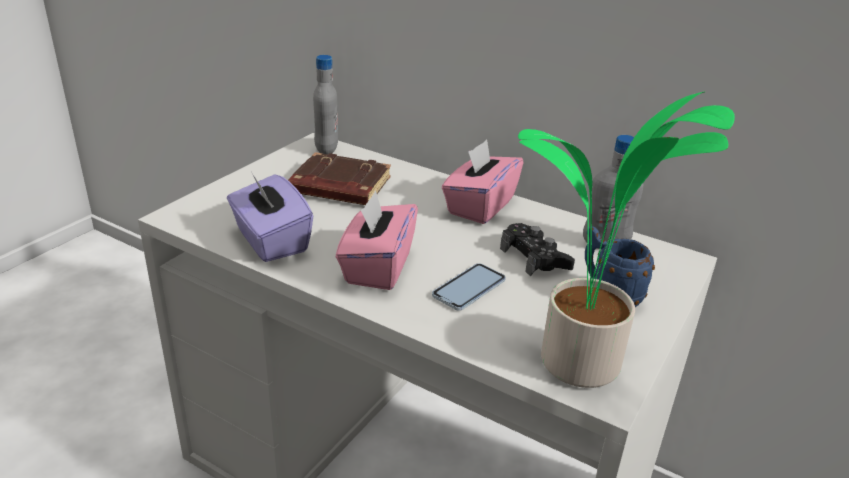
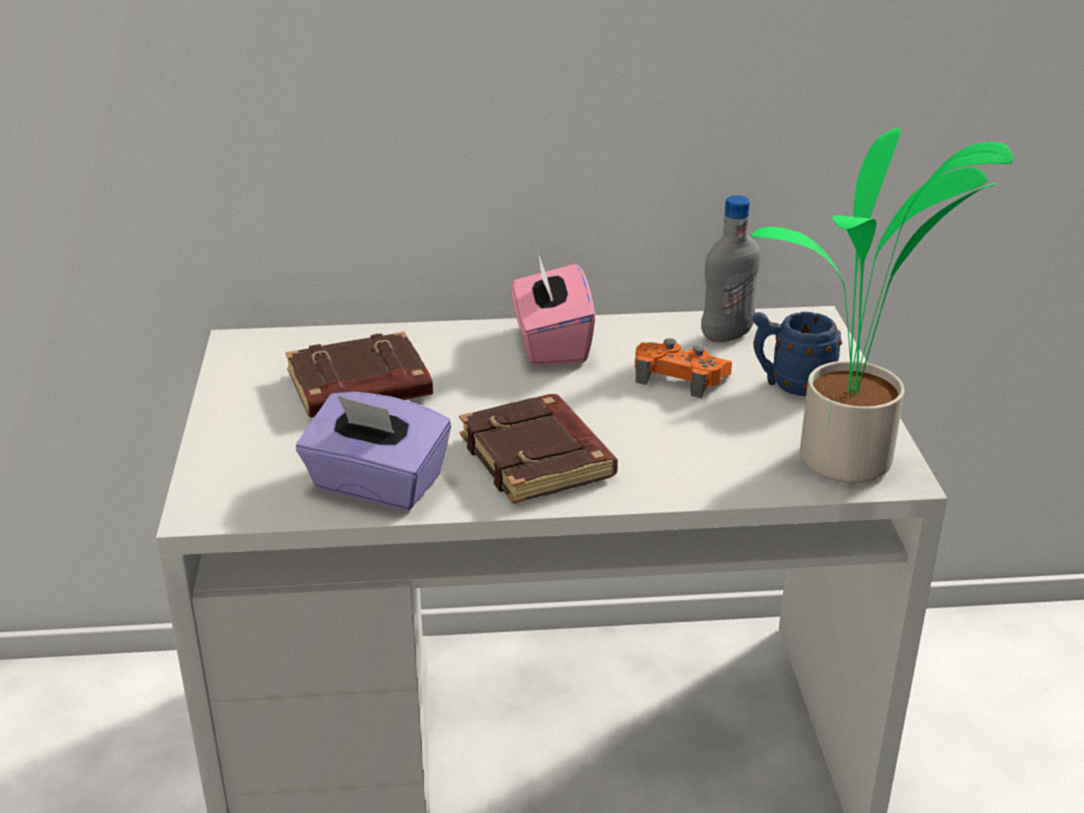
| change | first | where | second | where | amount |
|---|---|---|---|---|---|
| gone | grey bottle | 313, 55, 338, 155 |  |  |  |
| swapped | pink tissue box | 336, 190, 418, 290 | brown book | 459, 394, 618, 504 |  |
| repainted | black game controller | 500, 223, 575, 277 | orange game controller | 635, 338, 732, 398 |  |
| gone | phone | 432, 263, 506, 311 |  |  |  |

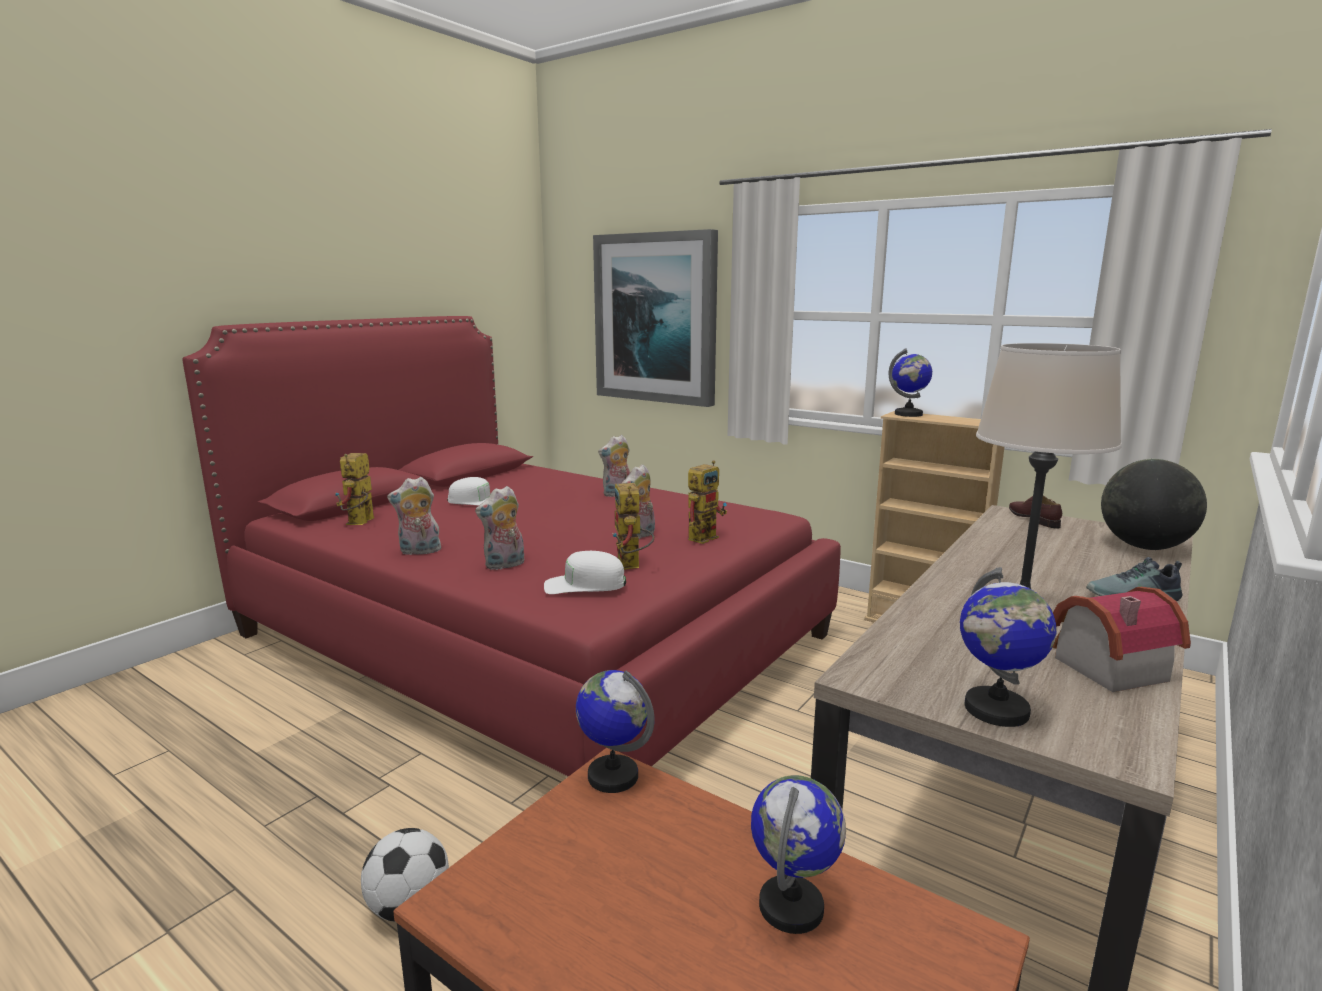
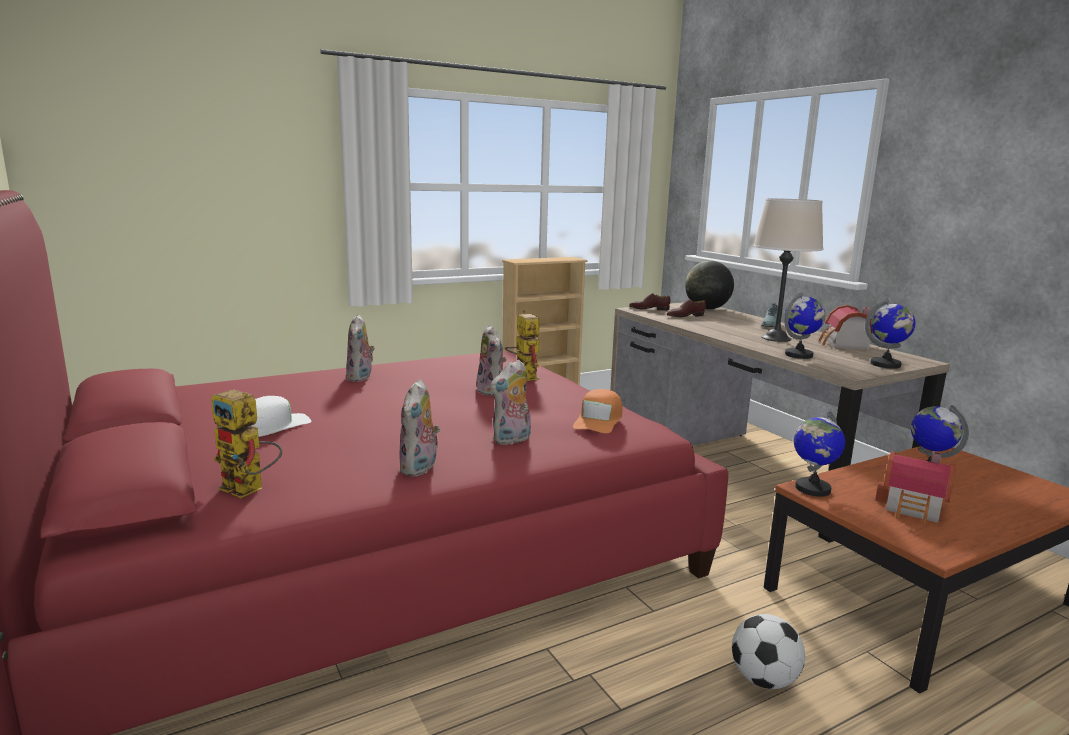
| change | first | where | second | where | amount |
|---|---|---|---|---|---|
| gone | picture | 593, 229, 718, 407 |  |  |  |
| shifted | globe | 889, 348, 932, 417 |  | 785, 292, 825, 359 |  |
| gone | toy robot | 612, 483, 654, 570 |  |  |  |
| rotated | plush toy | 475, 486, 524, 570 |  | 491, 360, 531, 445 | 60 degrees clockwise |
| repainted | white cap | 544, 551, 626, 594 | orange cap | 573, 389, 622, 433 |  |
| new |  |  | brown shoe | 667, 299, 706, 317 |  |
| new |  |  | toy house | 875, 451, 956, 525 |  |

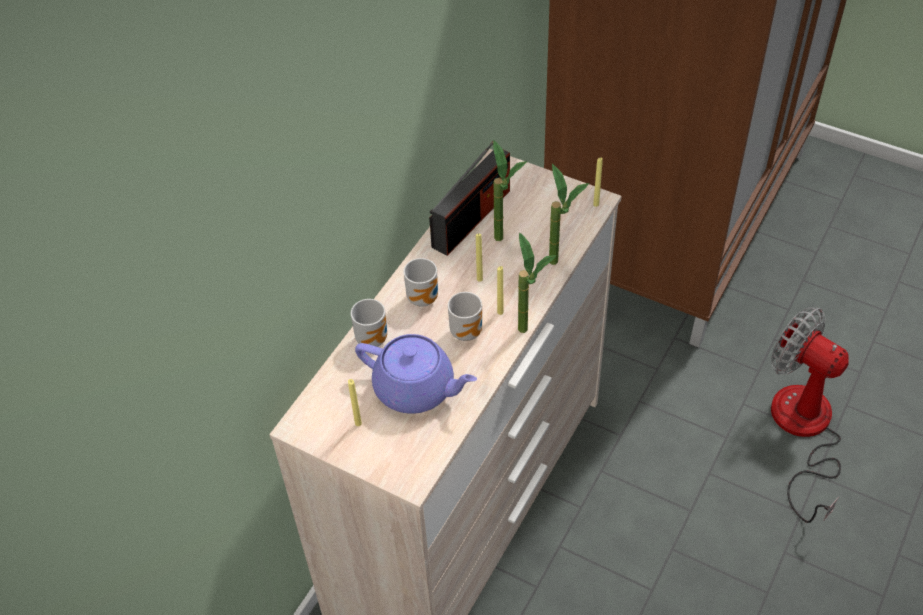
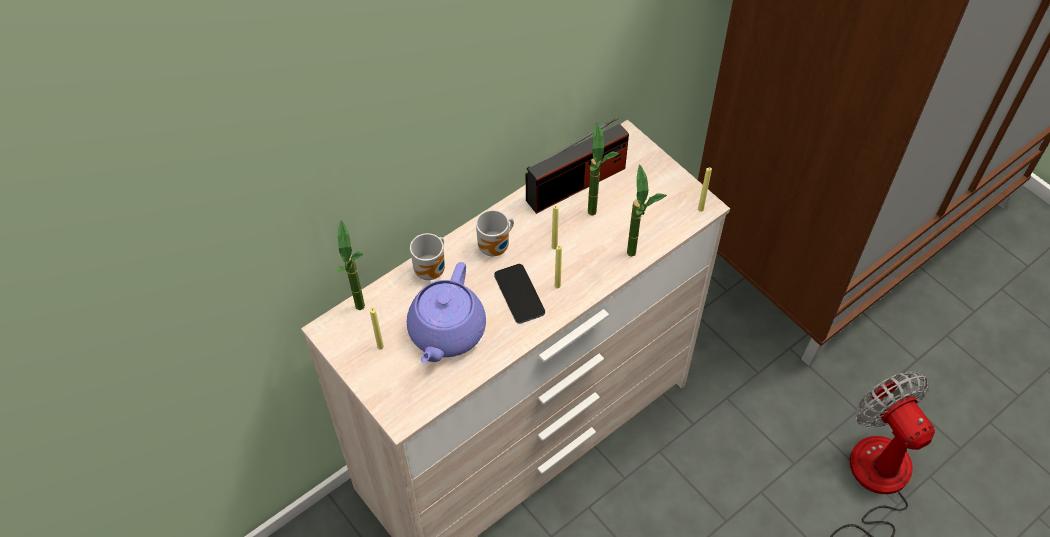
| change | first | where | second | where | amount |
|---|---|---|---|---|---|
| shifted | potted plant | 518, 232, 557, 333 |  | 337, 220, 365, 310 |  |
| swapped | mug | 448, 292, 482, 341 | phone | 494, 264, 545, 324 |  |
| rotated | purple teapot | 355, 334, 477, 414 |  | 407, 262, 486, 363 | 60 degrees clockwise |

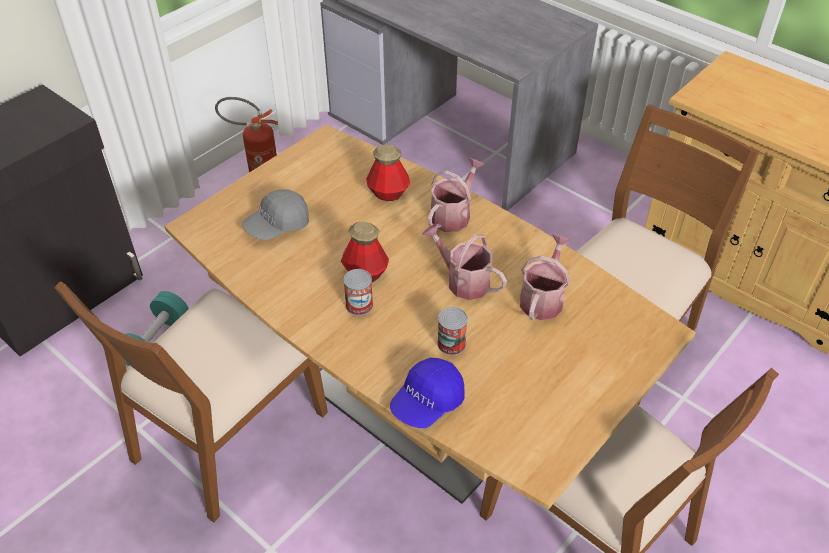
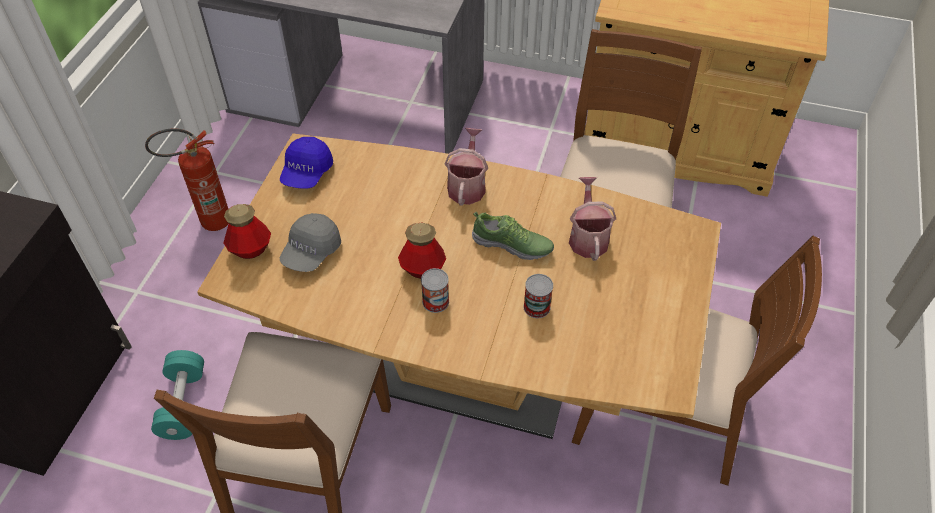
| change | first | where | second | where | amount |
|---|---|---|---|---|---|
| shifted | bottle | 366, 144, 410, 201 |  | 223, 204, 271, 259 |  |
| swapped | watering can | 422, 224, 507, 300 | shoe | 472, 211, 554, 260 |  |
| shifted | blue cap | 390, 358, 465, 428 |  | 280, 137, 333, 189 |  |

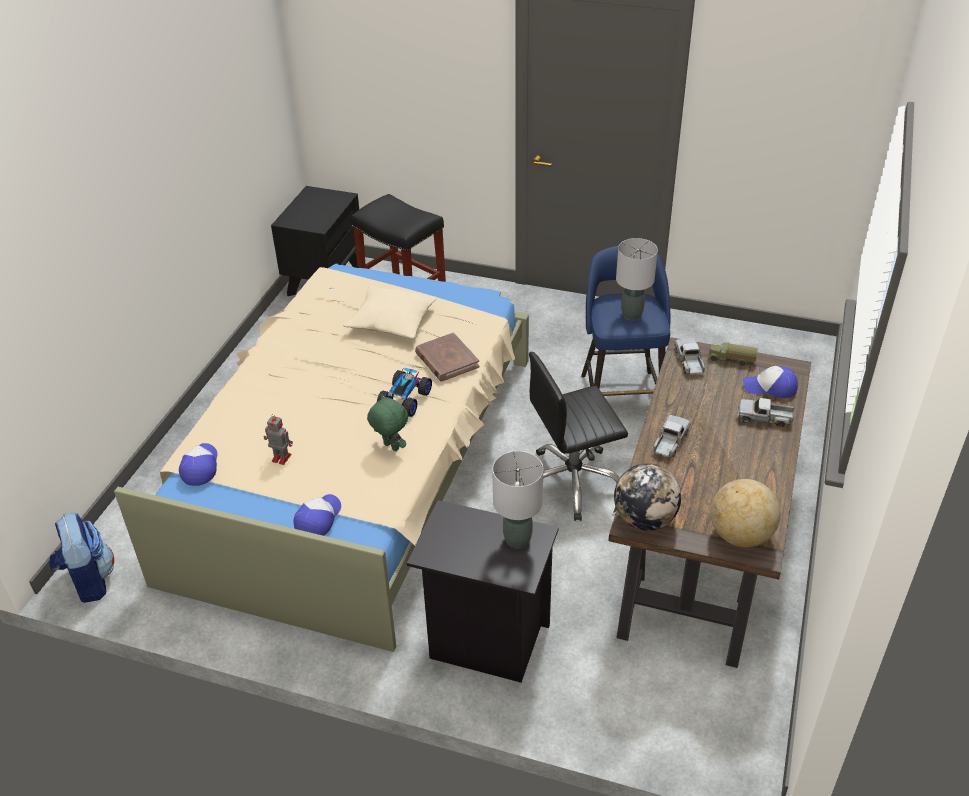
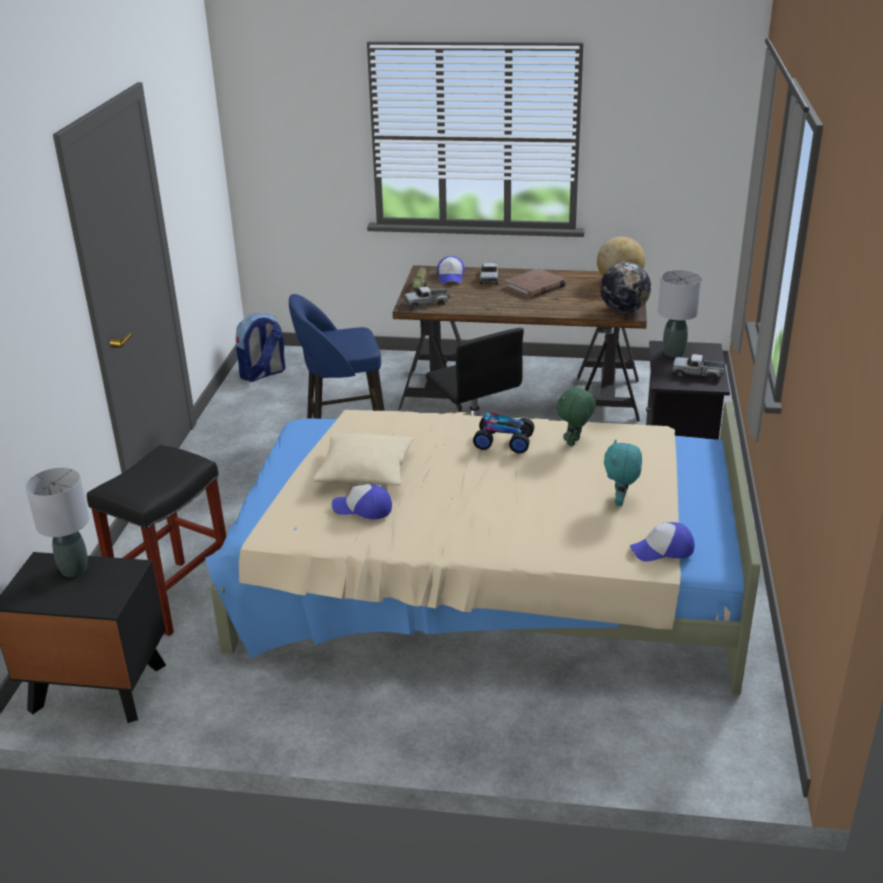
| change | first | where | second | where | amount |
|---|---|---|---|---|---|
| shifted | grey table lamp | 616, 238, 658, 320 |  | 25, 467, 89, 577 |  |
| shifted | brown book | 415, 333, 479, 382 |  | 505, 268, 566, 298 |  |
| swapped | toy robot | 263, 414, 293, 465 | turquoise plush toy | 604, 439, 642, 506 |  |
| shifted | toy truck | 654, 415, 691, 458 |  | 672, 354, 725, 380 |  |
| shifted | cap | 294, 494, 341, 536 |  | 332, 484, 392, 519 |  |
| shifted | backpack | 49, 512, 114, 603 |  | 236, 313, 285, 382 |  |

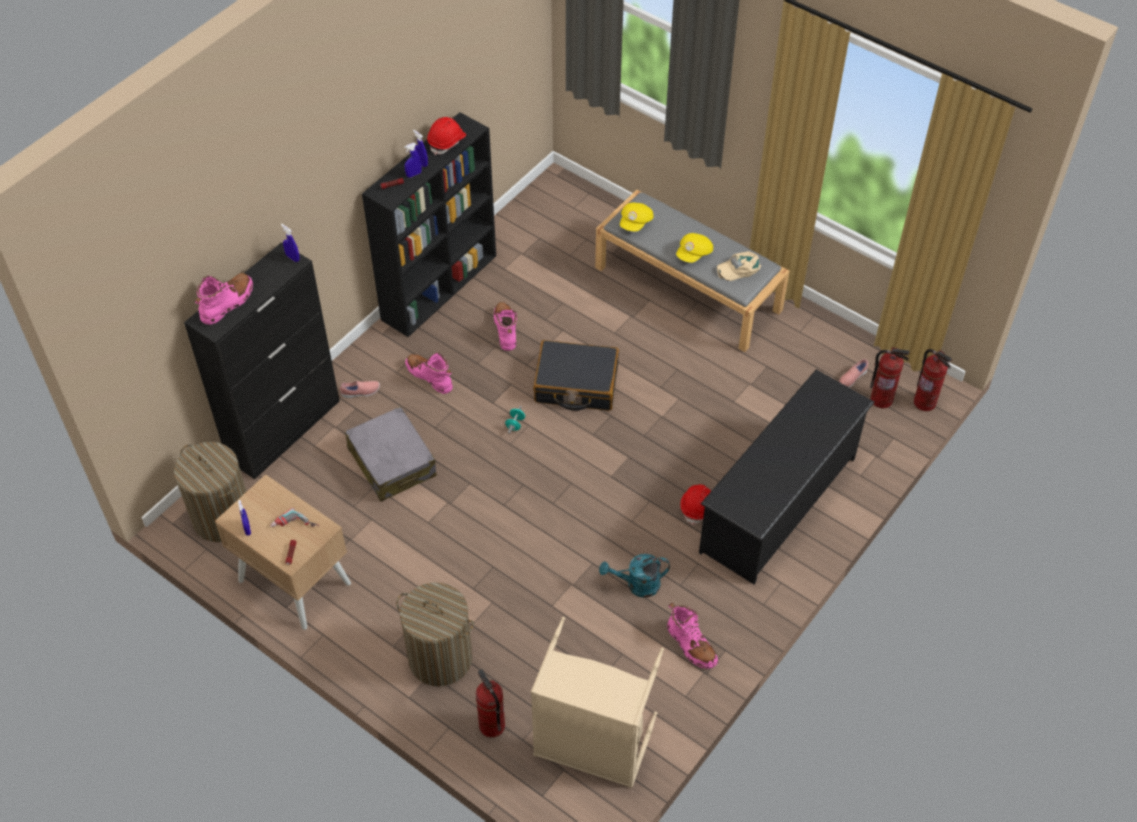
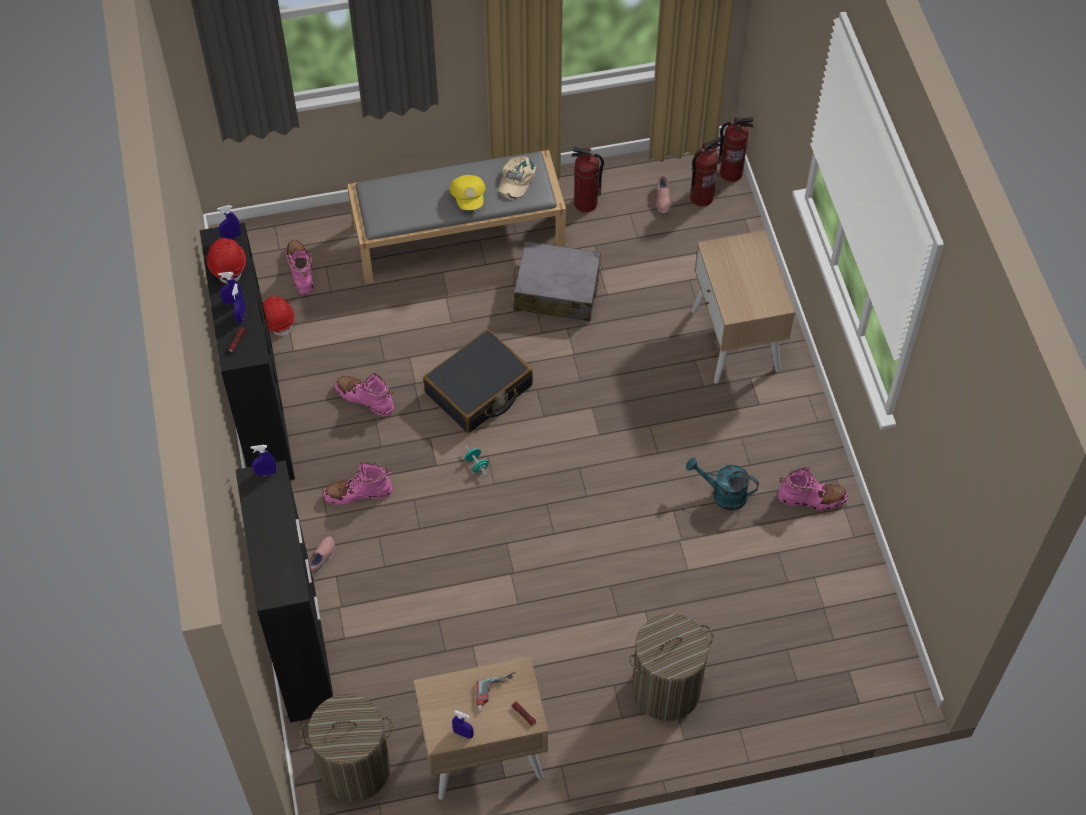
| change | first | where | second | where | amount |
|---|---|---|---|---|---|
| gone | yellow cap | 620, 203, 653, 231 |  |  |  |
| shifted | pink boot | 195, 273, 253, 325 |  | 286, 240, 314, 295 |  |
| swapped | black shoe rack | 699, 369, 875, 584 | beige nightstand | 691, 230, 795, 384 |  |
| shifted | grey suitcase | 345, 406, 437, 502 |  | 513, 241, 601, 321 |  |
| shifted | red hard hat | 680, 484, 711, 525 |  | 263, 296, 295, 336 |  |
| rotated | turquoise watering can | 599, 554, 670, 598 |  | 686, 457, 759, 510 | 75 degrees clockwise |
| gone | beige laundry basket | 531, 617, 664, 788 |  |  |  |
| shifted | fire extinguisher | 476, 669, 505, 737 |  | 571, 147, 604, 212 |  |
| new |  |  | blue spray bottle | 217, 205, 241, 239 |  |

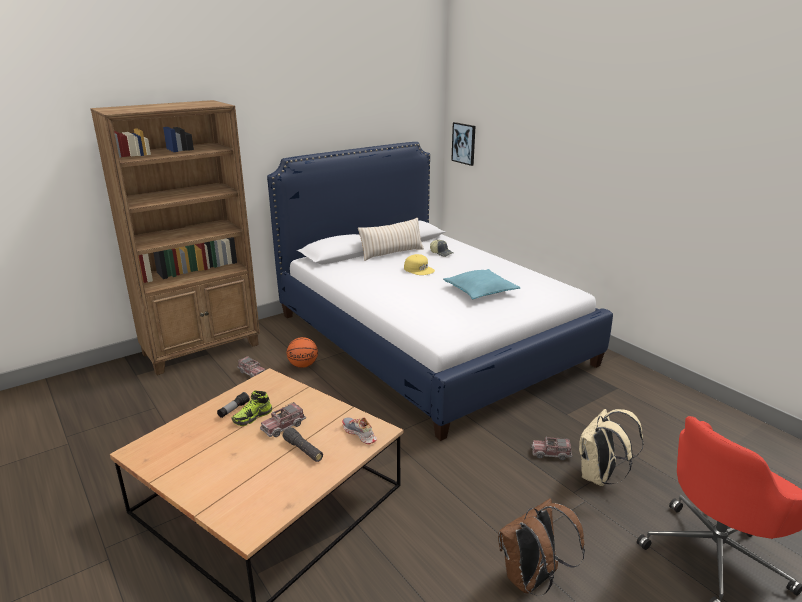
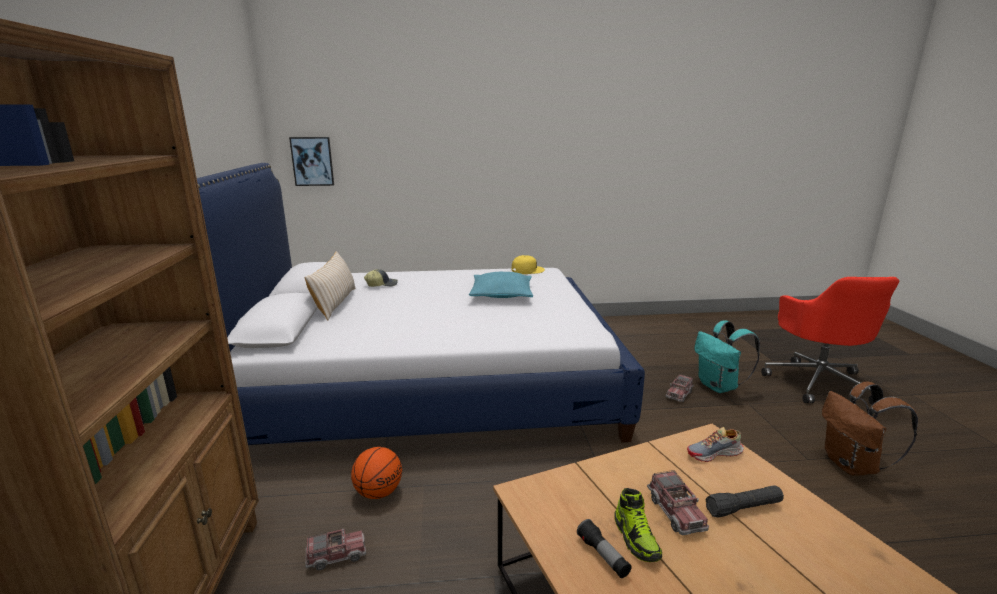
| change | first | where | second | where | amount |
|---|---|---|---|---|---|
| shifted | yellow cap | 404, 254, 435, 275 |  | 511, 255, 545, 274 |  |
| repainted | beige backpack | 579, 409, 644, 486 | turquoise backpack | 694, 320, 760, 393 |  |

